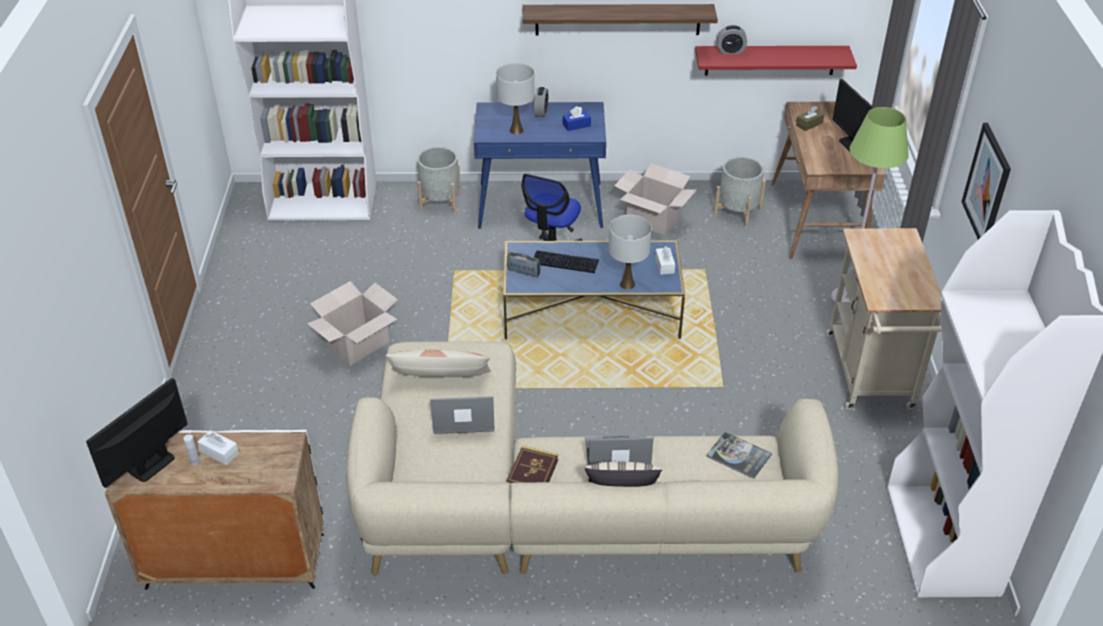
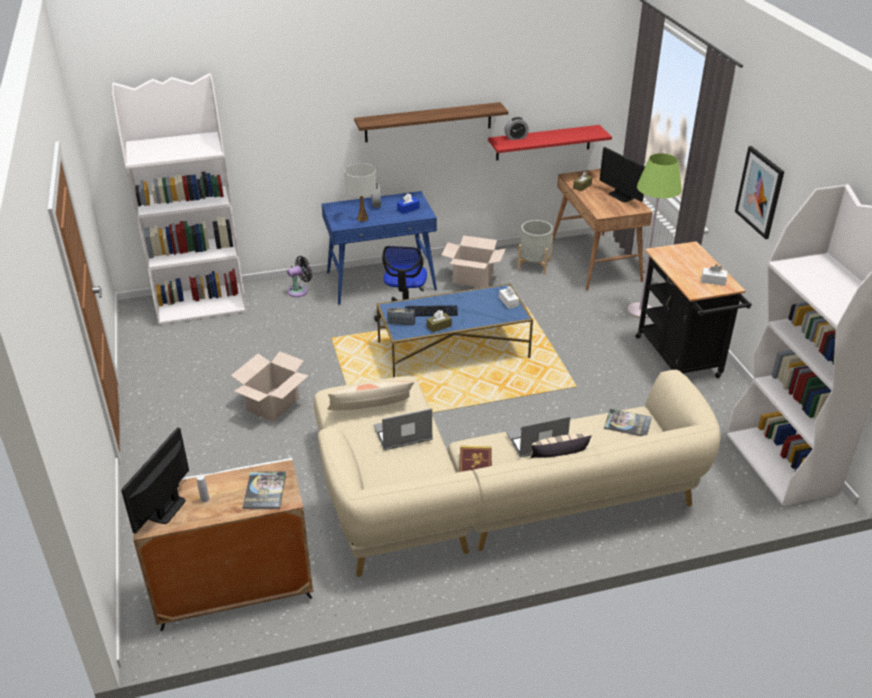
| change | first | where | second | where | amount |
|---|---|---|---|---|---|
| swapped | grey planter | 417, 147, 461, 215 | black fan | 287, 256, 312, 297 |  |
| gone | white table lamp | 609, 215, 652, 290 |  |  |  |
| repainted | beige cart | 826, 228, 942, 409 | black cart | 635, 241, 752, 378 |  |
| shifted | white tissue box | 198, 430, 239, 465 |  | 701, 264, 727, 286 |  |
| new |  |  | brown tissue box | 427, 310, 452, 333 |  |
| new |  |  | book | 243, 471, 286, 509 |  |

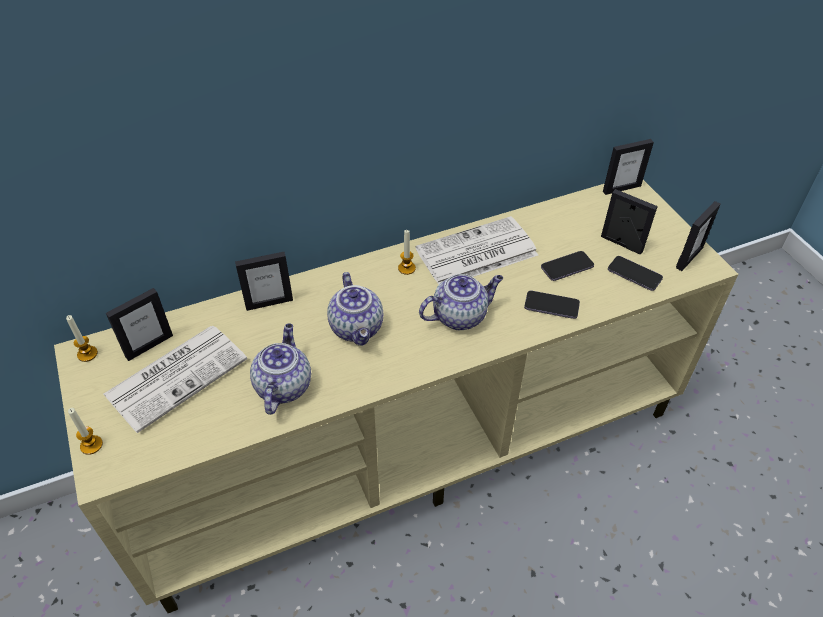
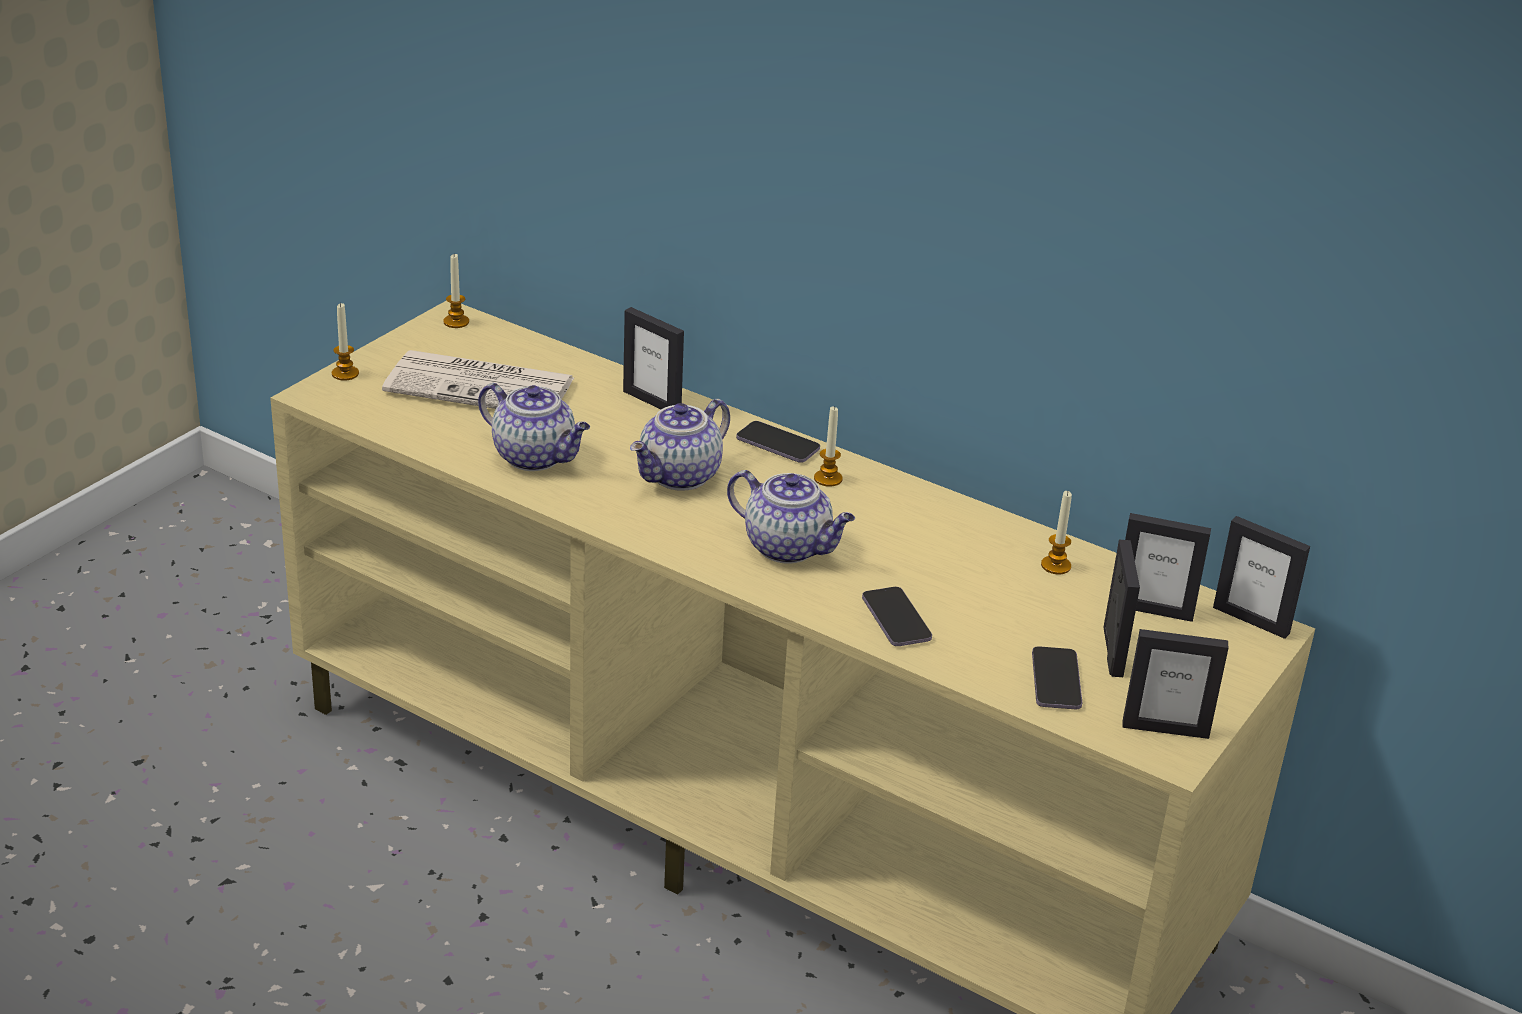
| change | first | where | second | where | amount |
|---|---|---|---|---|---|
| gone | newspaper | 415, 216, 538, 284 |  |  |  |
| shifted | phone | 541, 251, 594, 281 |  | 736, 421, 820, 463 |  |
| shifted | picture frame | 106, 288, 173, 361 |  | 1125, 513, 1211, 622 |  |
| rotated | teapot | 250, 323, 311, 415 |  | 478, 383, 590, 471 | 60 degrees clockwise |
| new |  |  | candle | 1041, 491, 1072, 574 |  |

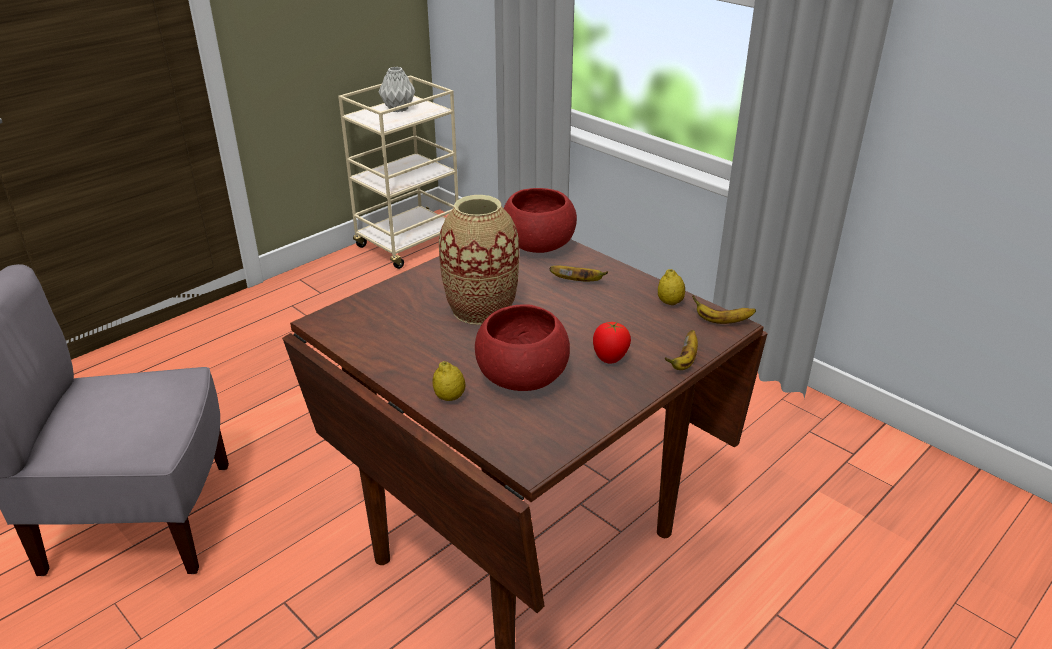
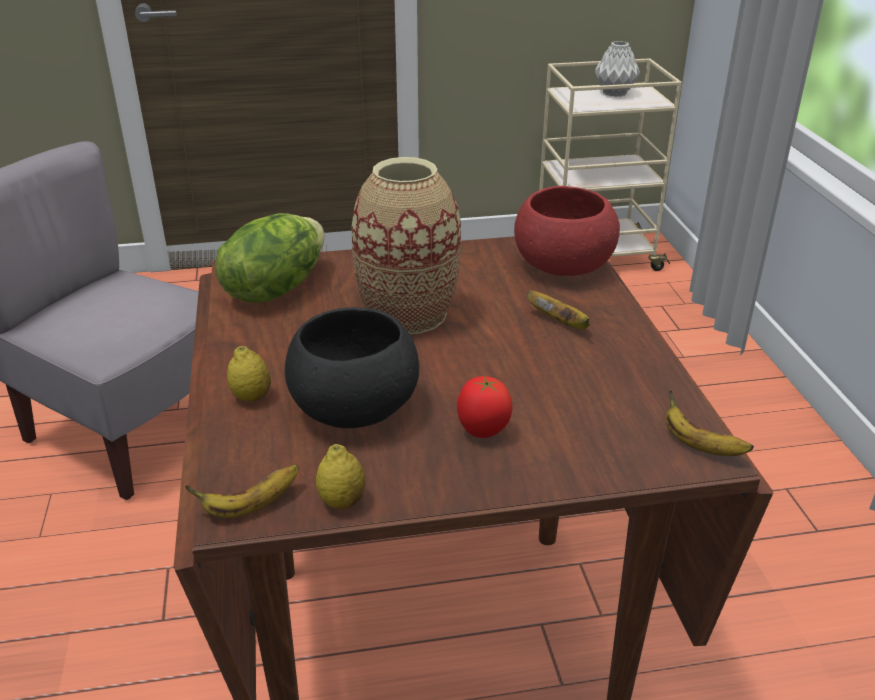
| change | first | where | second | where | amount |
|---|---|---|---|---|---|
| shifted | lemon | 658, 269, 685, 305 |  | 316, 444, 365, 509 |  |
| repainted | red bowl | 475, 305, 570, 391 | black bowl | 285, 307, 419, 428 |  |
| shifted | banana | 665, 330, 698, 370 |  | 185, 464, 299, 518 |  |
| new |  |  | lettuce | 215, 213, 325, 302 |  |

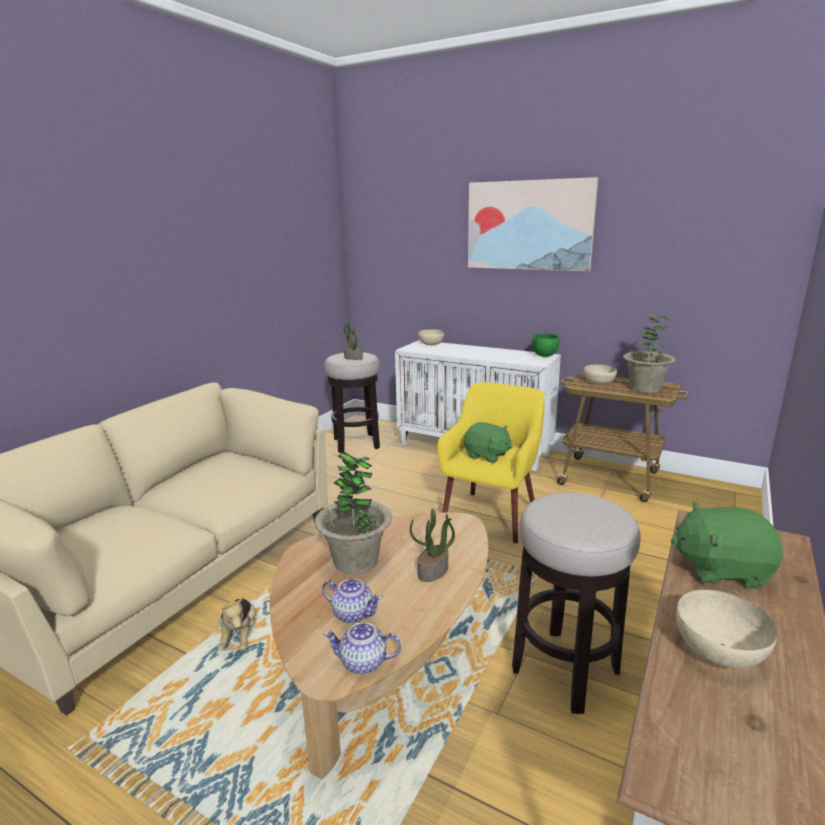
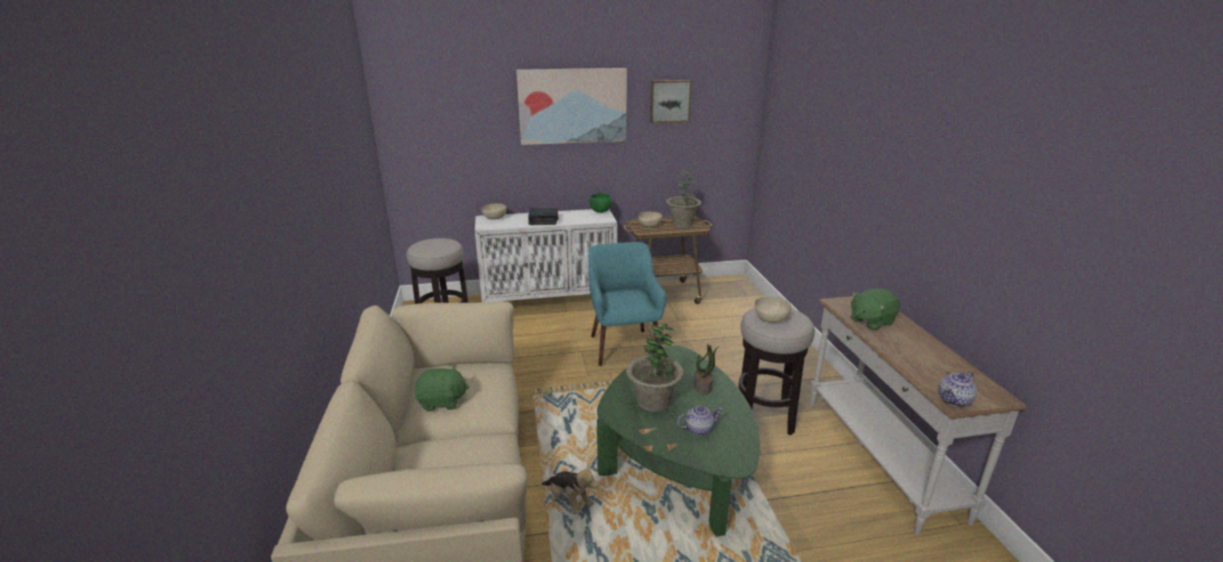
| change | first | where | second | where | amount |
|---|---|---|---|---|---|
| gone | potted plant | 344, 321, 363, 360 |  |  |  |
| repainted | yellow armchair | 437, 382, 545, 543 | turquoise armchair | 588, 242, 666, 366 |  |
| shifted | green plush toy | 464, 422, 512, 463 |  | 415, 365, 469, 411 |  |
| repainted | brown coffee table | 270, 513, 488, 779 | green coffee table | 597, 345, 760, 537 |  |
| shifted | beige bowl | 676, 590, 777, 669 |  | 755, 297, 791, 323 |  |
| shifted | teapot | 324, 622, 401, 674 |  | 939, 372, 977, 407 |  |
| new |  |  | picture | 650, 80, 692, 123 |  |
| new |  |  | alarm clock | 528, 208, 558, 225 |  |

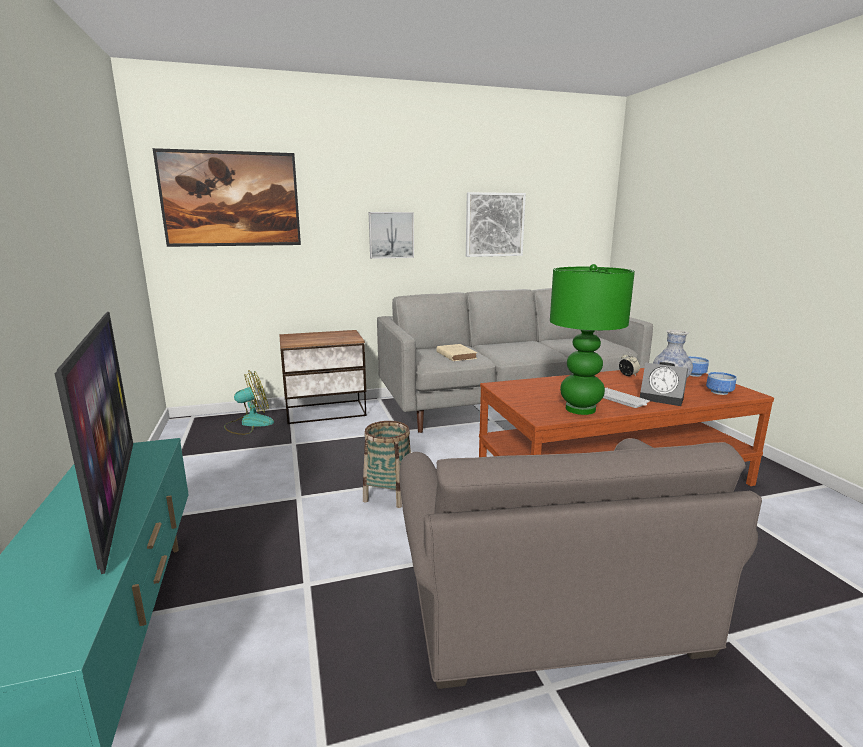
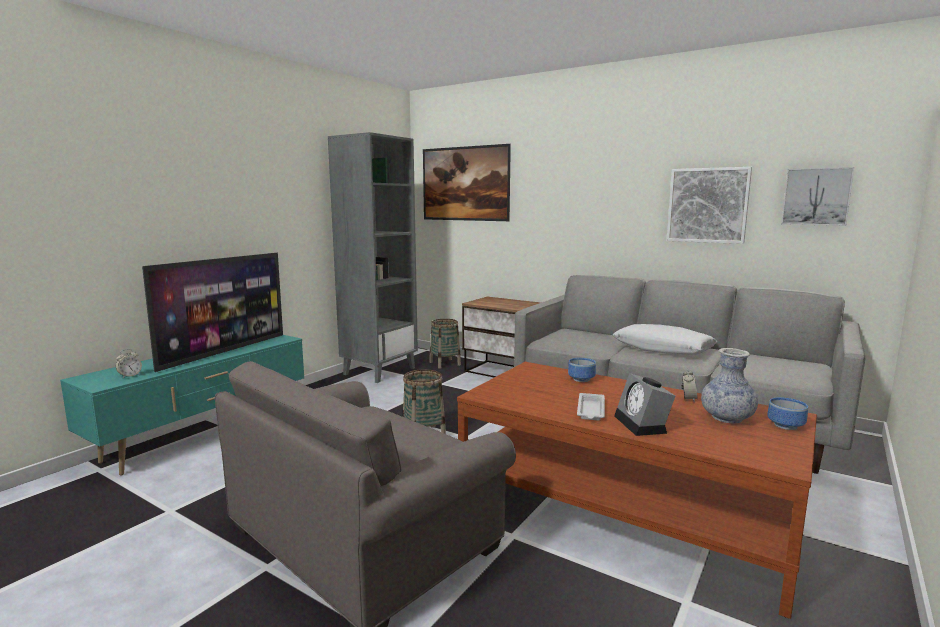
| change | first | where | second | where | amount |
|---|---|---|---|---|---|
| shifted | picture | 369, 212, 414, 259 |  | 781, 167, 854, 226 |  |
| gone | green table lamp | 550, 264, 635, 415 |  |  |  |
| gone | beige book | 436, 344, 477, 361 |  |  |  |
| swapped | fan | 224, 370, 274, 435 | basket | 429, 319, 461, 369 |  |
| shifted | bowl | 706, 372, 737, 395 |  | 568, 358, 596, 382 |  |
| new |  |  | grey bookcase | 328, 132, 418, 383 |  |
| new |  |  | white pillow | 613, 324, 717, 354 |  |
| new |  |  | alarm clock | 116, 349, 142, 378 |  |

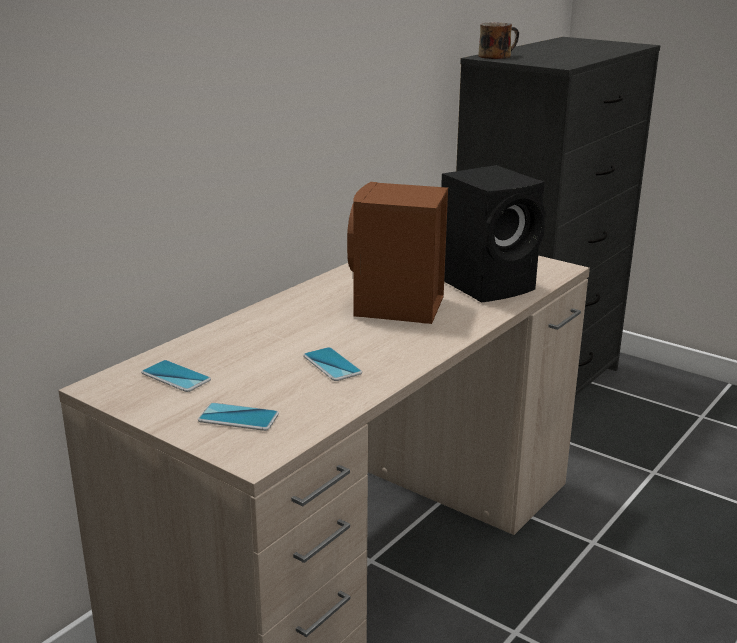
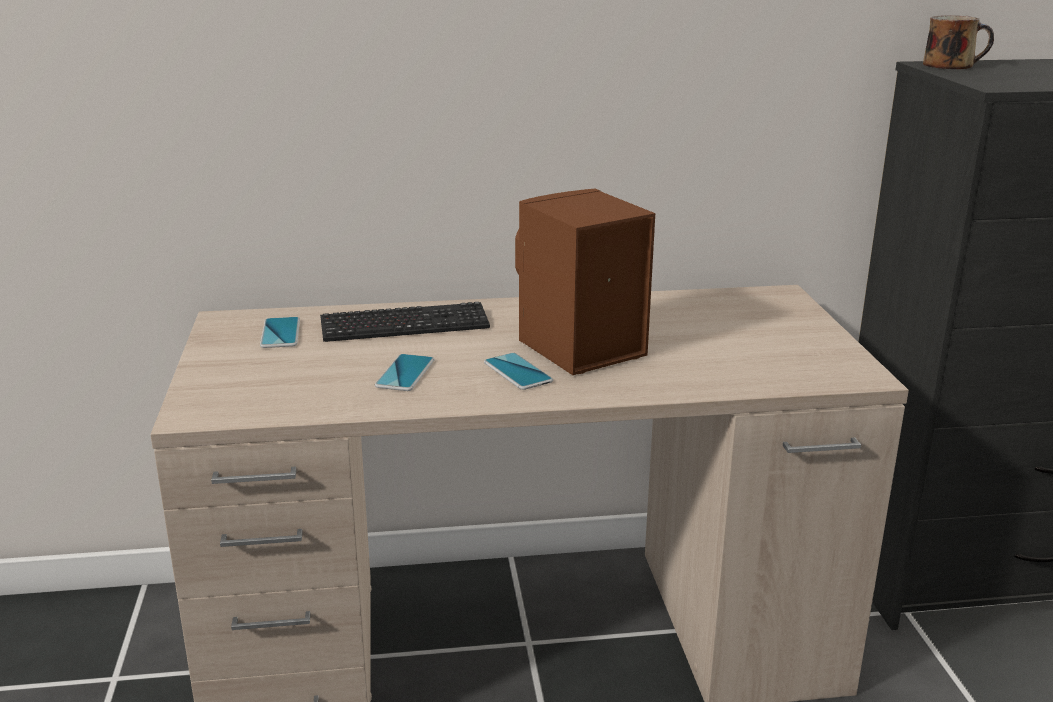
| change | first | where | second | where | amount |
|---|---|---|---|---|---|
| gone | black speaker | 441, 165, 546, 303 |  |  |  |
| shifted | phone | 198, 403, 279, 431 |  | 484, 353, 553, 390 |  |
| new |  |  | keyboard | 320, 302, 490, 342 |  |

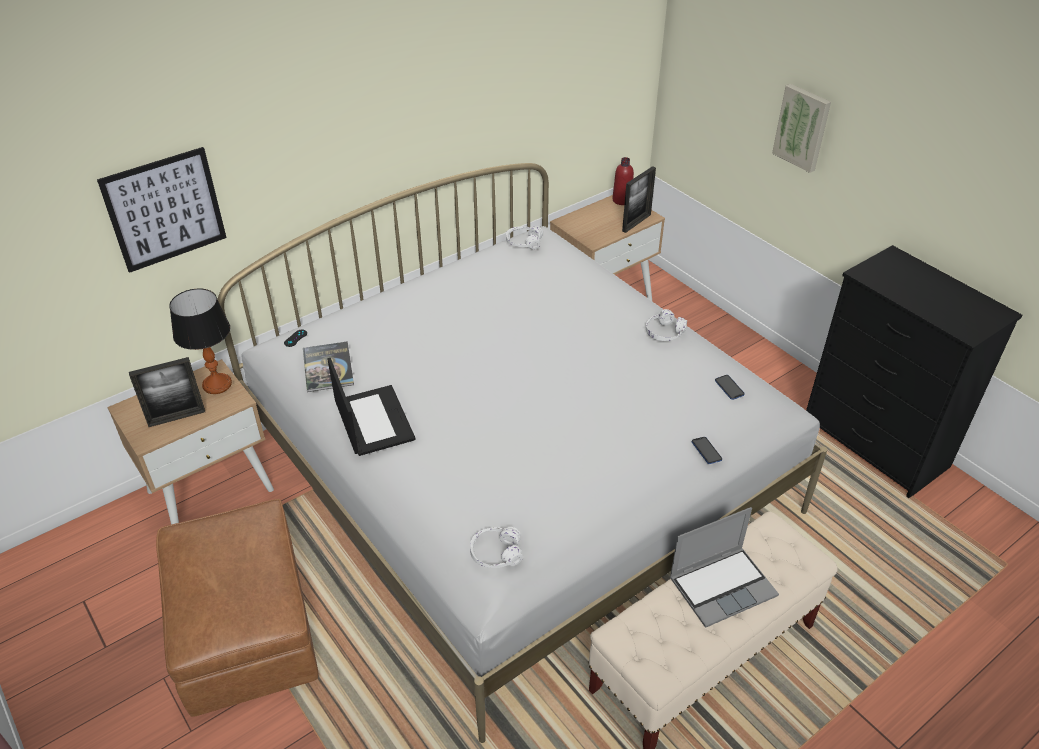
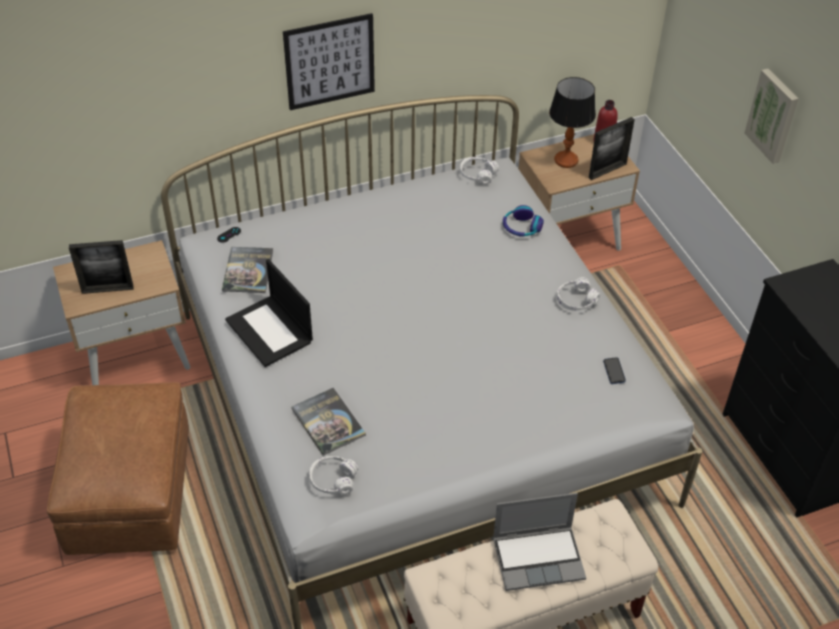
| change | first | where | second | where | amount |
|---|---|---|---|---|---|
| shifted | picture | 97, 147, 227, 273 |  | 283, 13, 375, 110 |  |
| shifted | table lamp | 169, 289, 232, 394 |  | 549, 77, 596, 168 |  |
| rotated | laptop | 327, 358, 416, 456 |  | 225, 259, 313, 367 | 150 degrees clockwise |
| gone | phone | 692, 437, 722, 464 |  |  |  |
| new |  |  | headphones | 503, 205, 544, 237 |  |
| new |  |  | book | 291, 388, 366, 455 |  |

